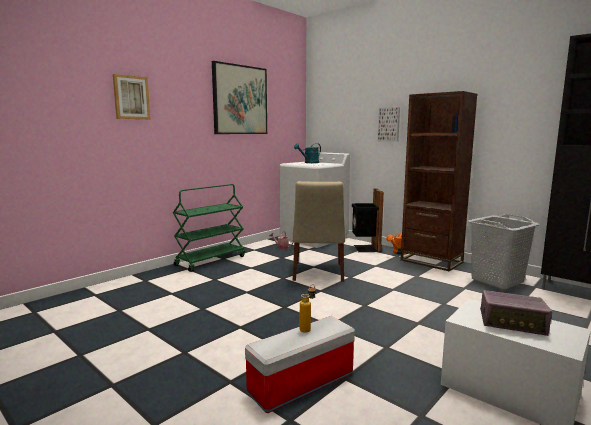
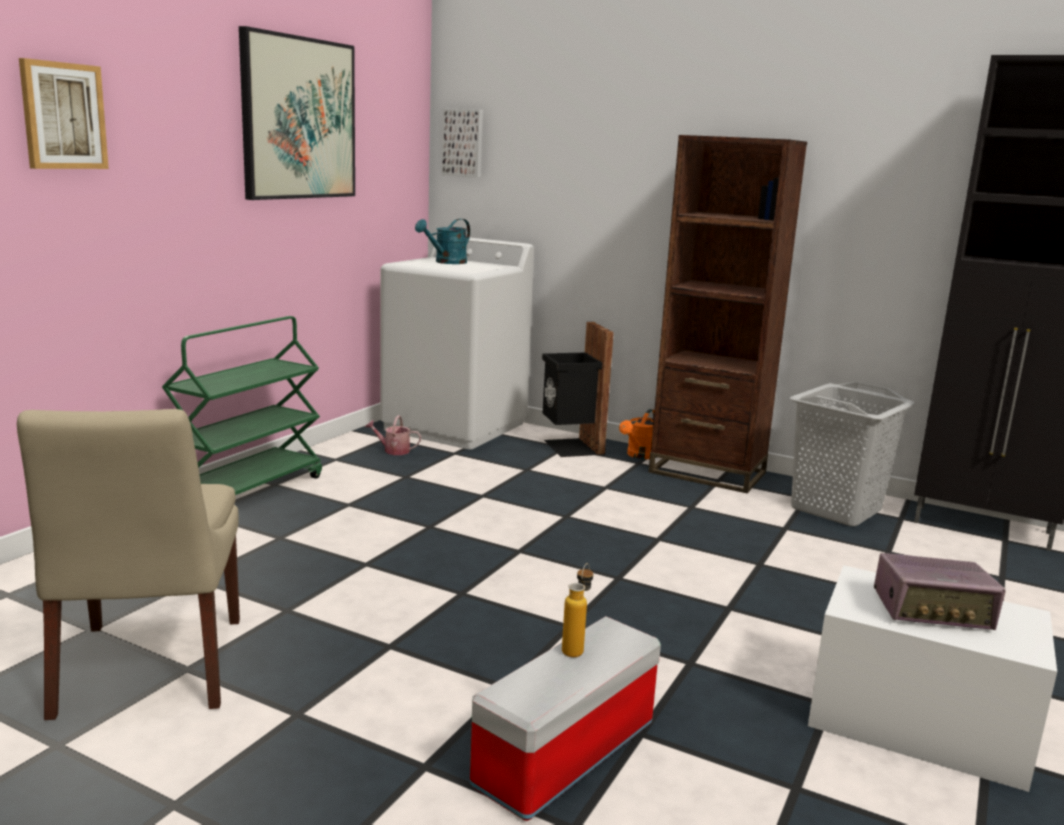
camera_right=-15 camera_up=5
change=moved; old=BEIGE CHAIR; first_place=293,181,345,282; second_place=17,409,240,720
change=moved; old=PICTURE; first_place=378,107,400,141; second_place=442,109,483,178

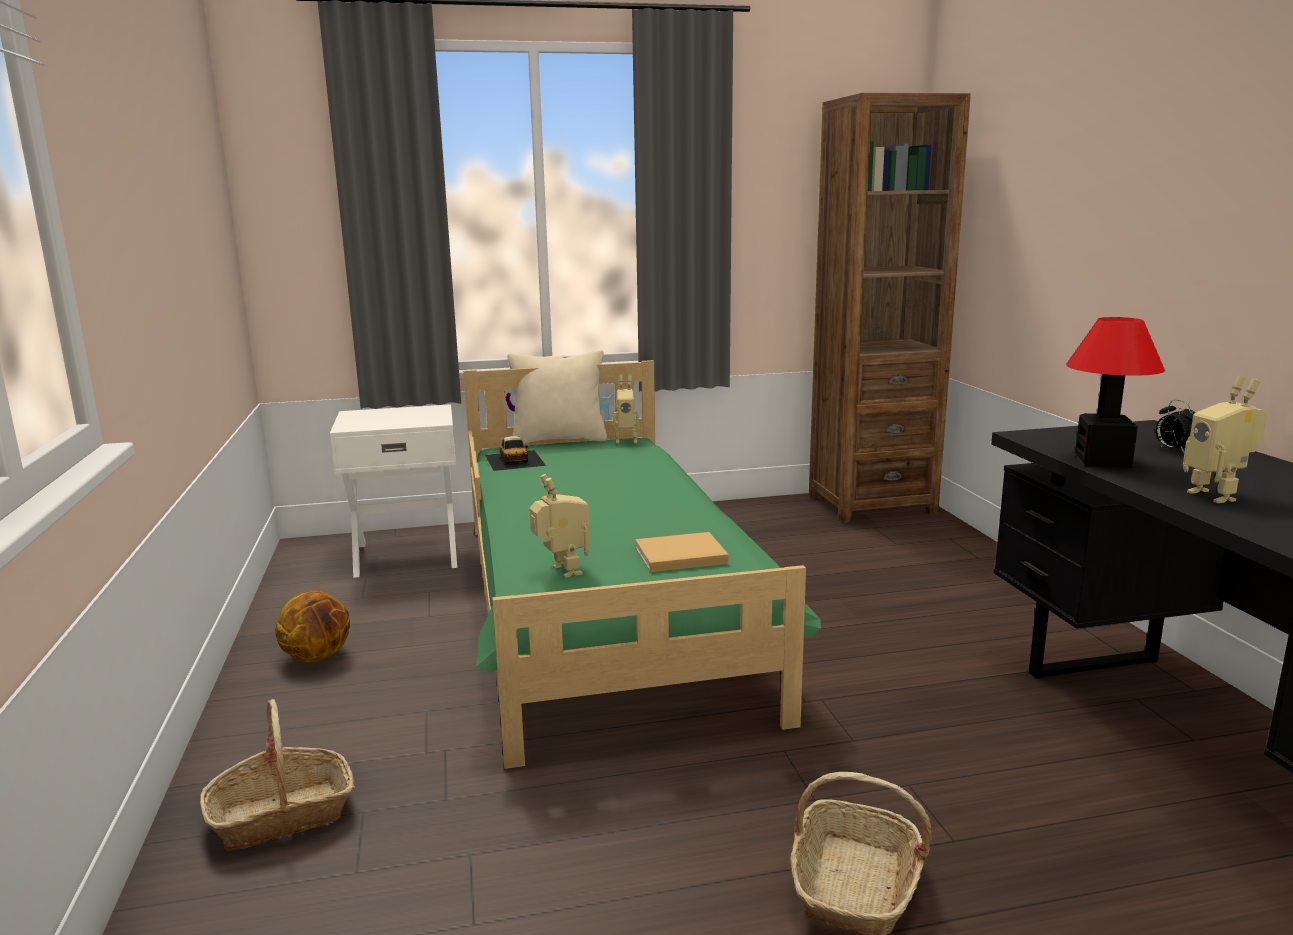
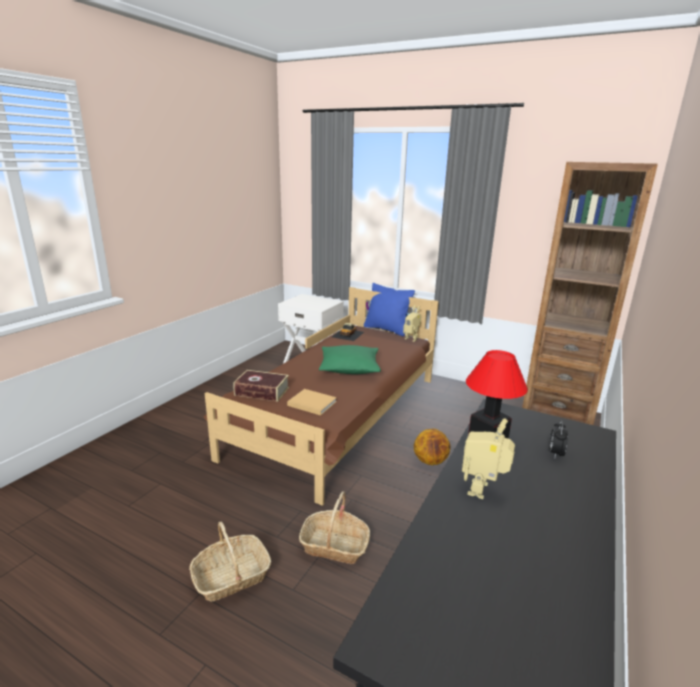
camera_right=40 camera_up=5
change=added; new=GREEN PILLOW; second_place=319,345,381,374
change=moved; old=BASKET; first_place=200,699,355,851; second_place=299,491,370,564
change=moved; old=BASKETBALL; first_place=275,591,350,662; second_place=414,428,450,465
change=replaced; old=TOY ROBOT; new=BOOK; first_place=529,474,590,578; second_place=233,370,289,402
change=recoloured; old=GREEN BED; new=BROWN BED; first_place=463,360,821,769; second_place=204,287,439,506
change=recoloured; old=BEIGE PILLOW; new=BLUE PILLOW; first_place=508,350,607,444; second_place=364,283,415,336

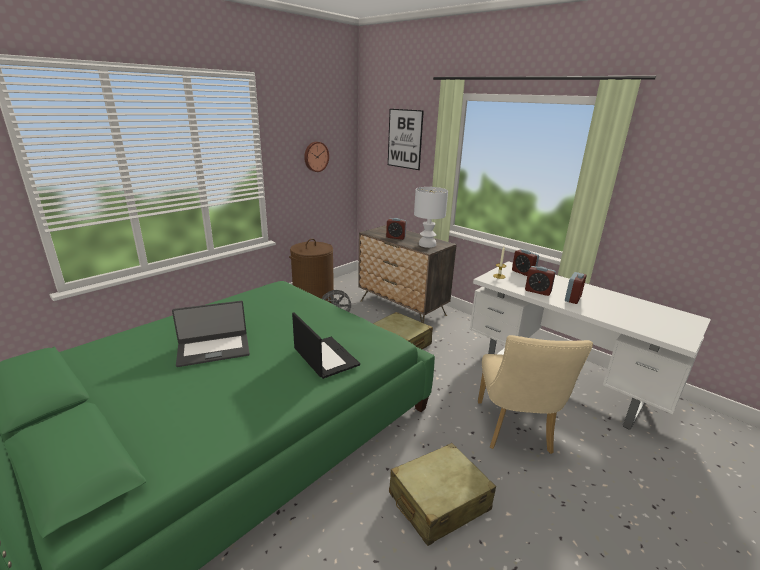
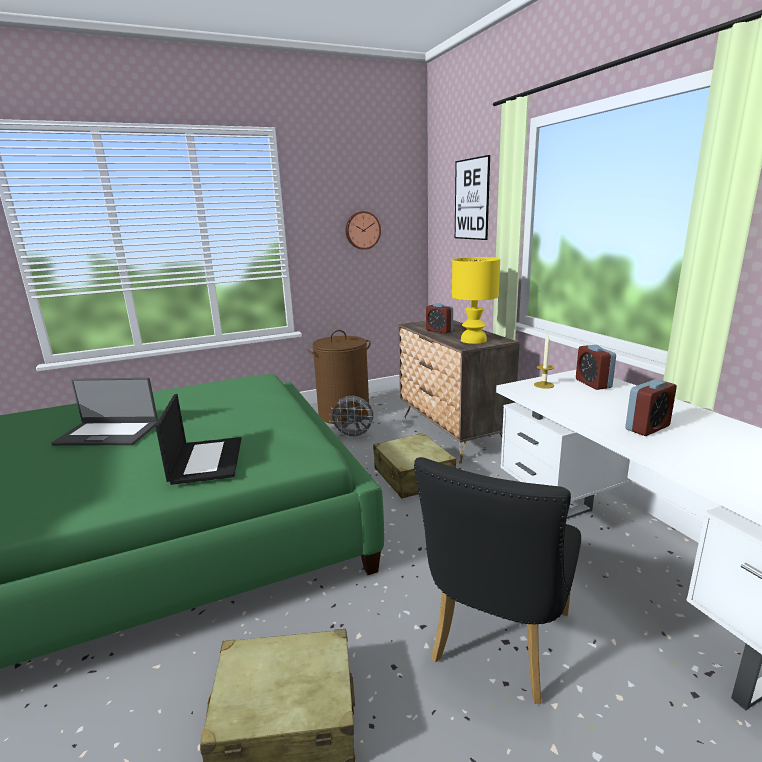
camera_right=25 camera_up=-5
change=removed; old=ALARM CLOCK; first_place=525,266,556,296
change=recoloured; old=WHITE TABLE LAMP; new=YELLOW TABLE LAMP; first_place=414,187,448,248; second_place=452,257,500,344
change=recoloured; old=BEIGE CHAIR; new=BLACK CHAIR; first_place=478,335,593,454; second_place=414,457,581,704

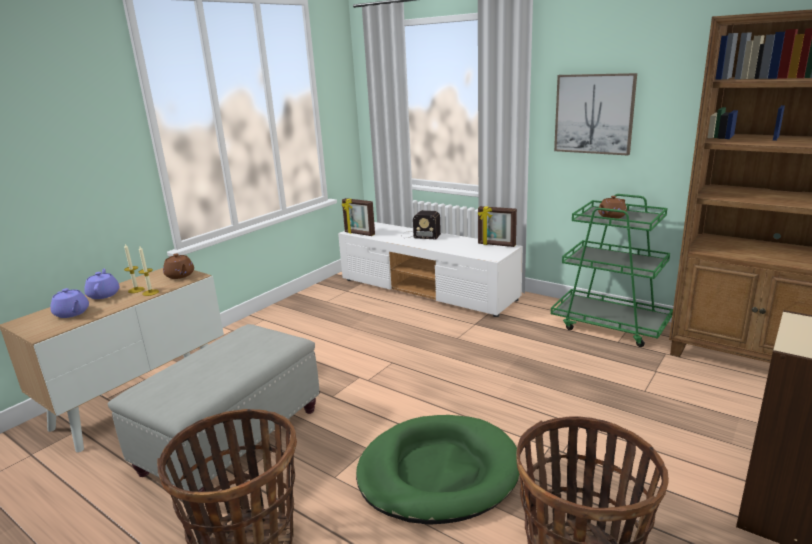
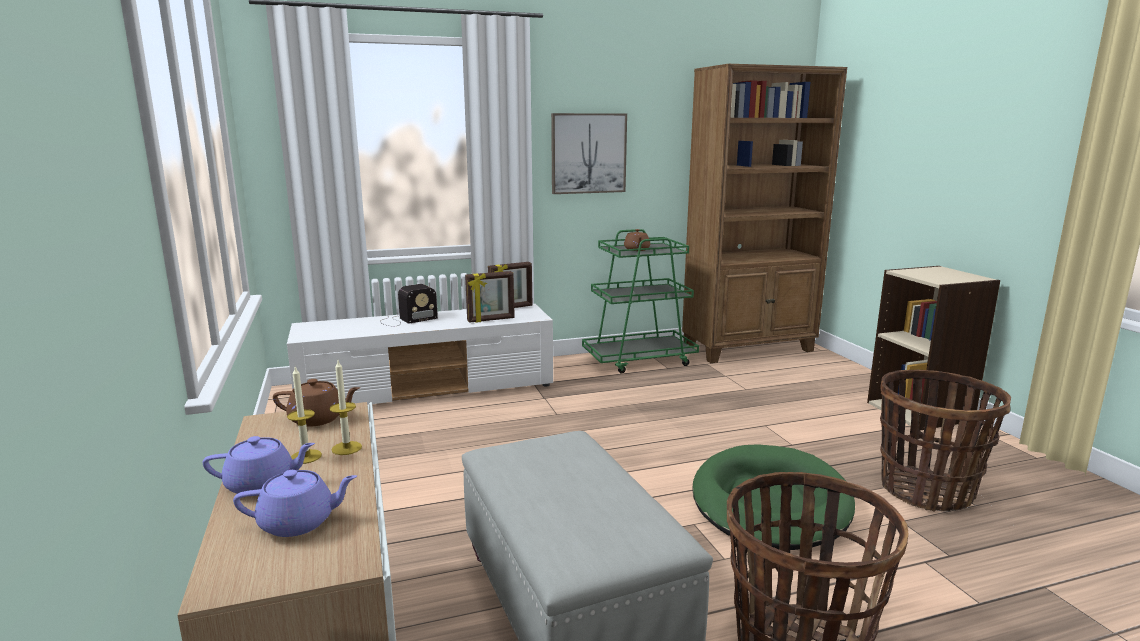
camera_right=-55 camera_up=-5
change=moved; old=PICTURE FRAME; first_place=342,198,375,236; second_place=465,271,515,323
change=turned; old=PURPLE TEAPOT; first_place=84,269,120,299; second_place=203,436,315,496; degrees=150

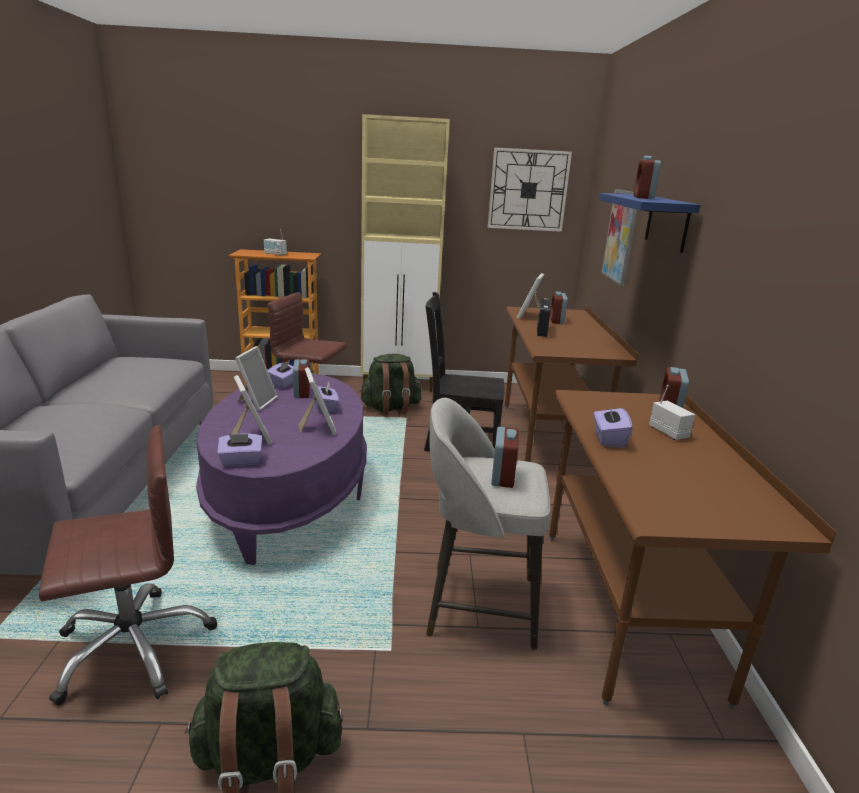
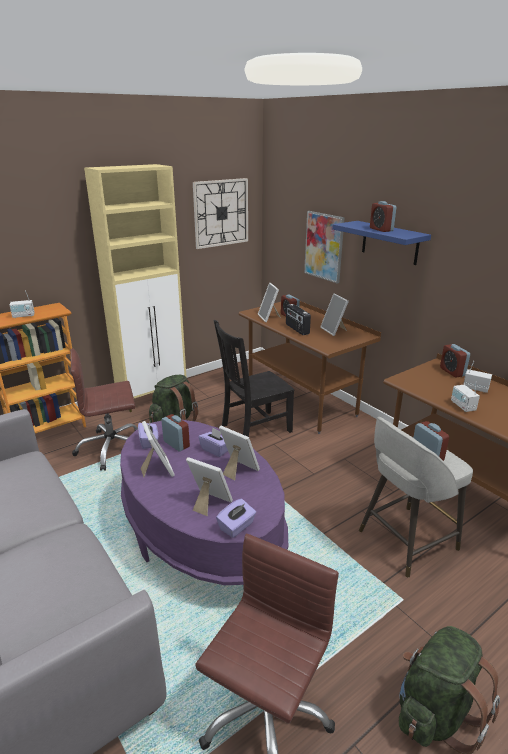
camera_right=-35 camera_up=5
change=added; new=PICTURE FRAME; second_place=320,293,349,336
change=replaced; old=PURPLE TISSUE BOX; new=RADIO; first_place=594,404,632,448; second_place=451,381,480,412

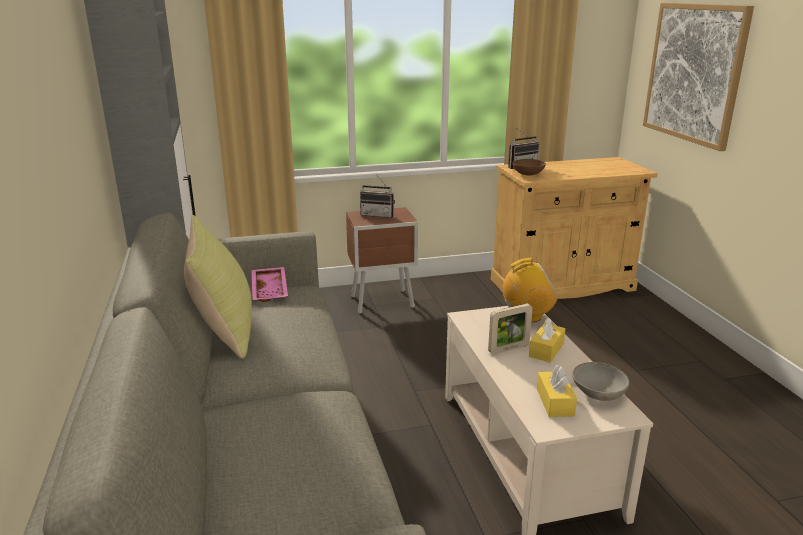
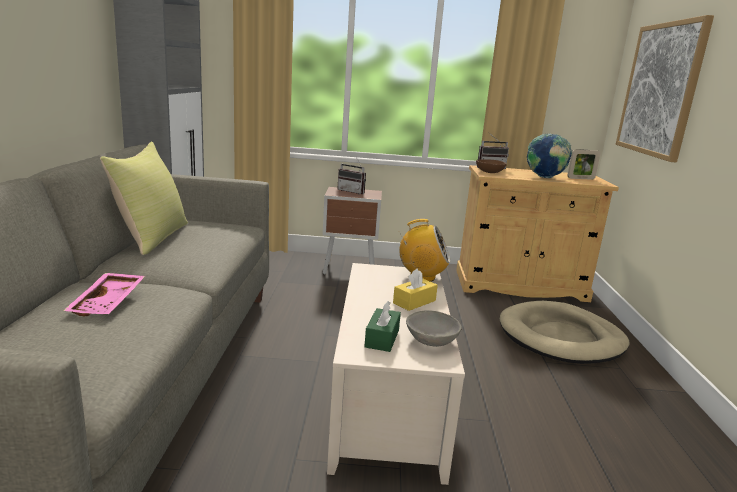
camera_right=15 camera_up=-5
change=added; new=BEIGE DOG BED; second_place=500,301,630,364
change=added; new=GLOBE; second_place=527,134,572,178
change=moved; old=PINK TRAY; first_place=251,267,288,302; second_place=63,273,145,316
change=moved; old=PICTURE FRAME; first_place=488,304,533,354; second_place=568,149,600,180
change=recoloured; old=YELLOW TISSUE BOX; new=GREEN TISSUE BOX; first_place=537,365,577,417; second_place=364,301,401,352

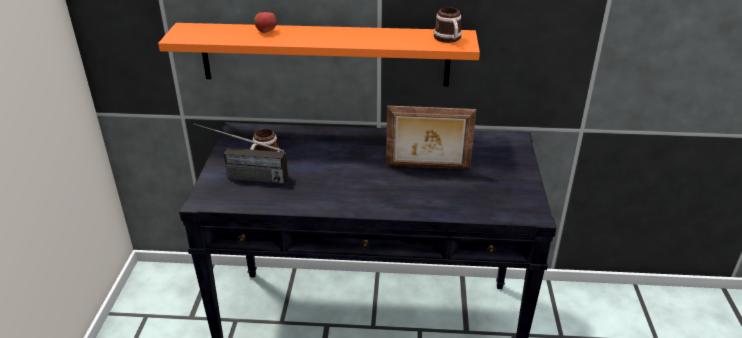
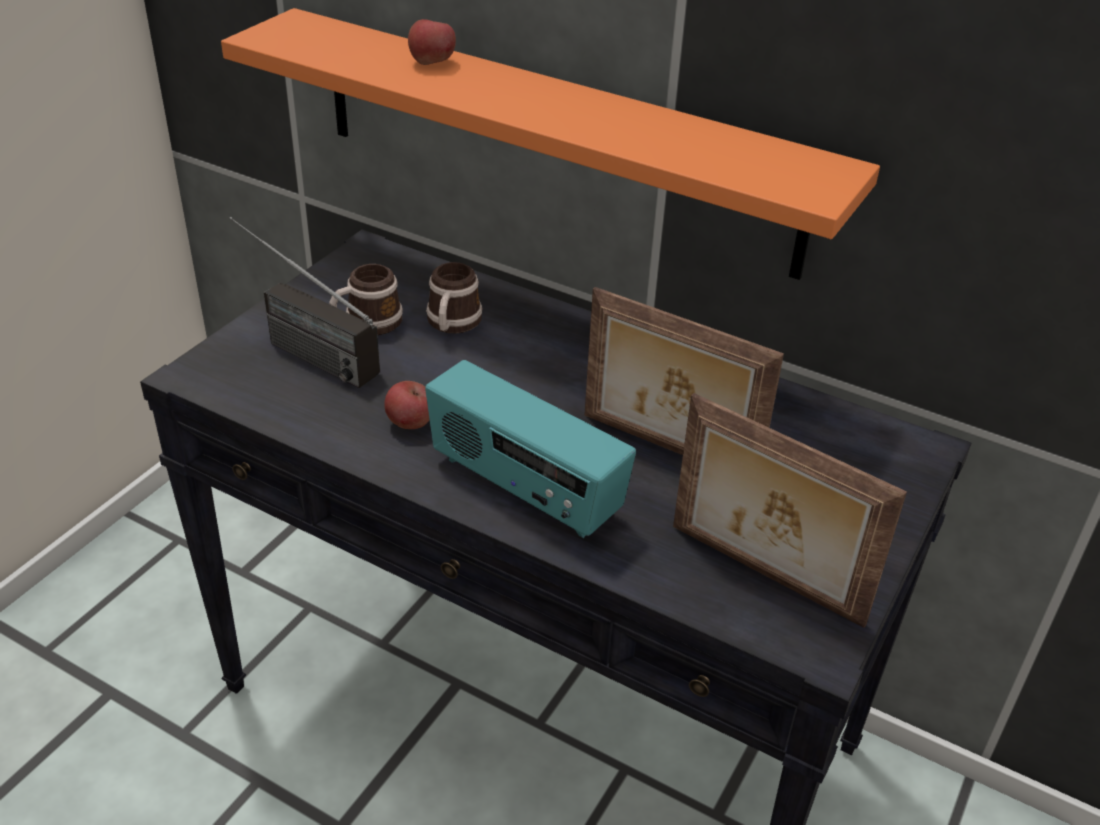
camera_right=25 camera_up=5
change=added; new=APPLE; second_place=384,381,430,429
change=added; new=RADIO; second_place=425,360,636,538
change=added; new=PICTURE FRAME; second_place=673,393,907,628
change=moved; old=MUG; first_place=434,7,462,43; second_place=426,262,482,334

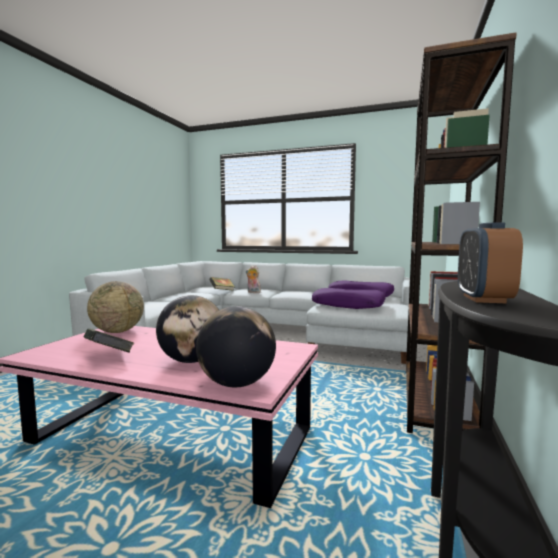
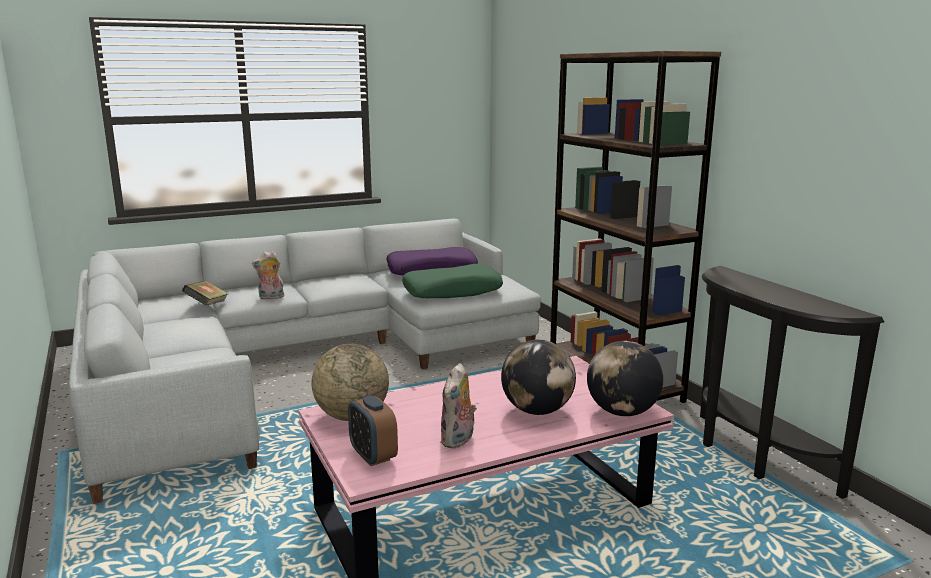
camera_right=-45 camera_up=10
change=moved; old=ALARM CLOCK; first_place=458,222,523,303; second_place=348,395,398,466
change=replaced; old=BOOK; new=PLUSH TOY; first_place=83,328,134,353; second_place=440,363,477,449
change=recoloured; old=PURPLE PILLOW; new=GREEN PILLOW; first_place=312,288,386,309; second_place=402,264,503,298

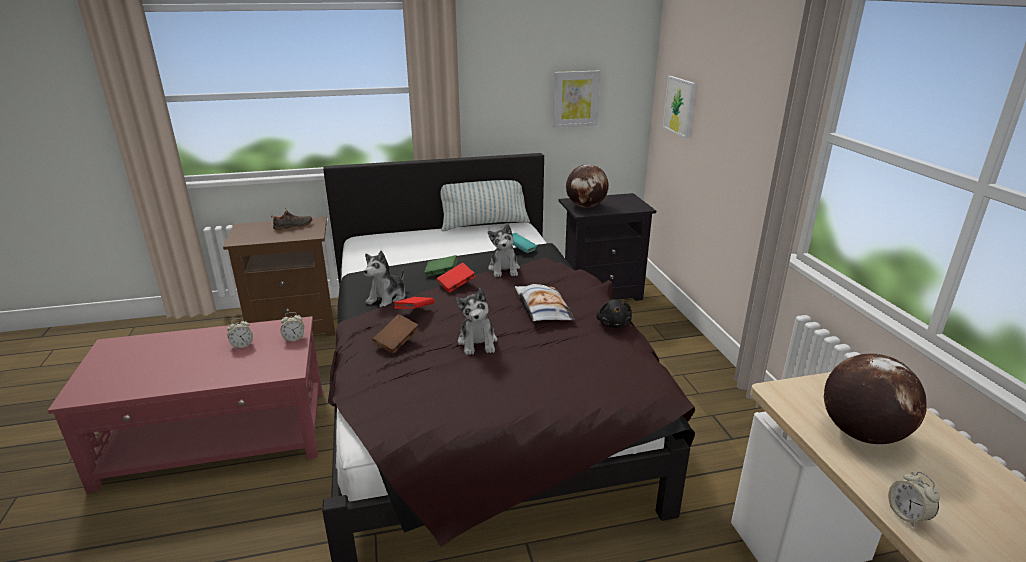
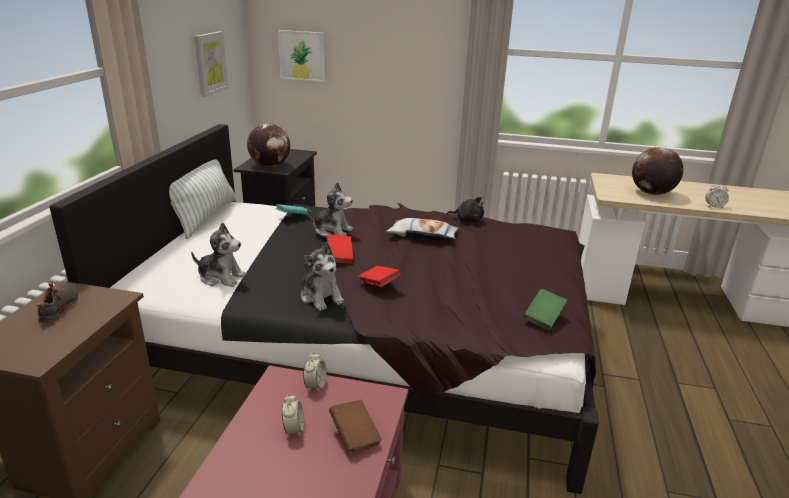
camera_right=-65 camera_up=0
change=moved; old=BROWN BOOK; first_place=373,314,419,353; second_place=329,400,382,454
change=moved; old=GREEN BOOK; first_place=424,255,458,277; second_place=523,289,567,330
change=moved; old=PLUSH TOY; first_place=456,288,498,355; second_place=191,222,247,287

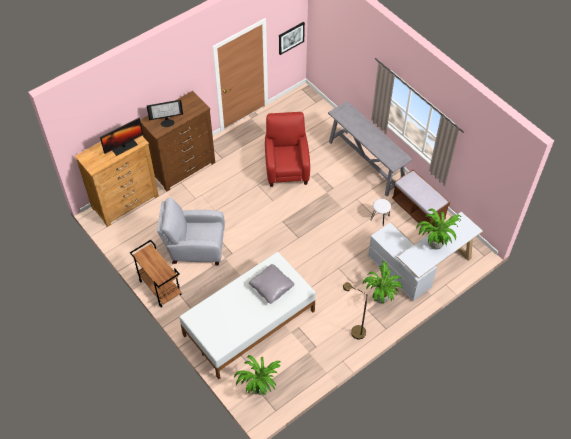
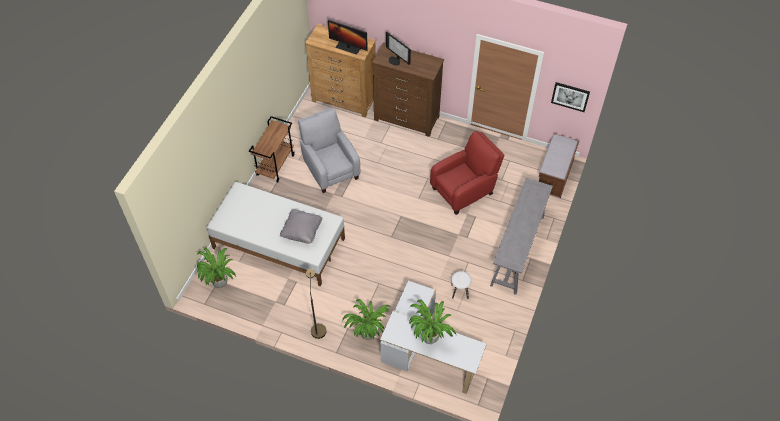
camera_right=60 camera_up=0
change=moved; old=BROWN BENCH; first_place=392,170,450,227; second_place=539,134,579,198

